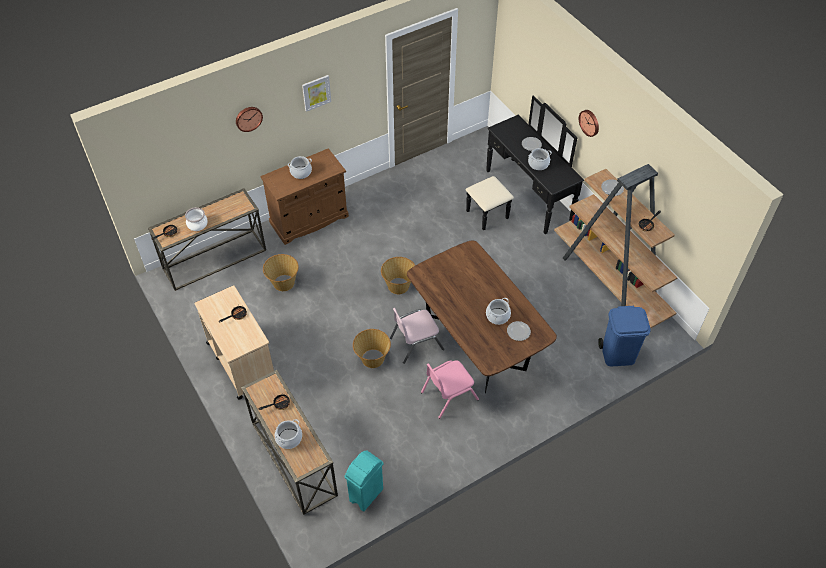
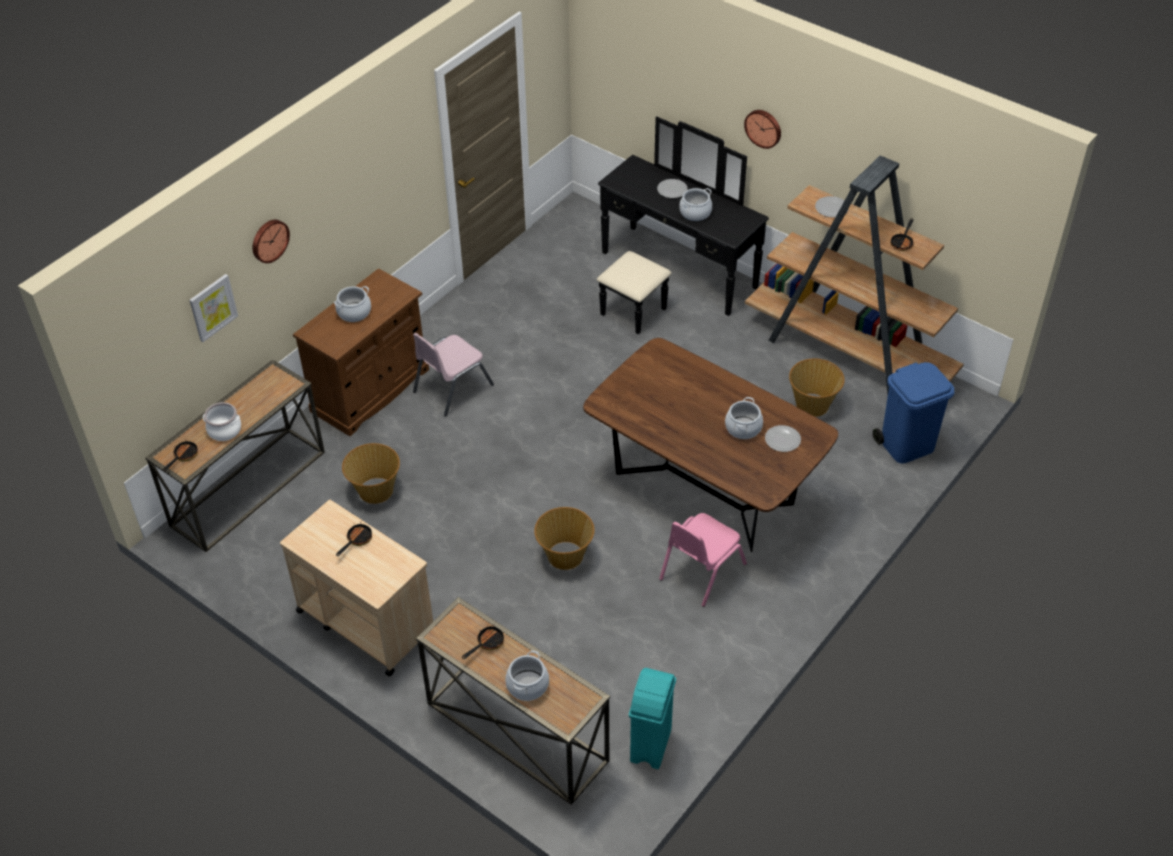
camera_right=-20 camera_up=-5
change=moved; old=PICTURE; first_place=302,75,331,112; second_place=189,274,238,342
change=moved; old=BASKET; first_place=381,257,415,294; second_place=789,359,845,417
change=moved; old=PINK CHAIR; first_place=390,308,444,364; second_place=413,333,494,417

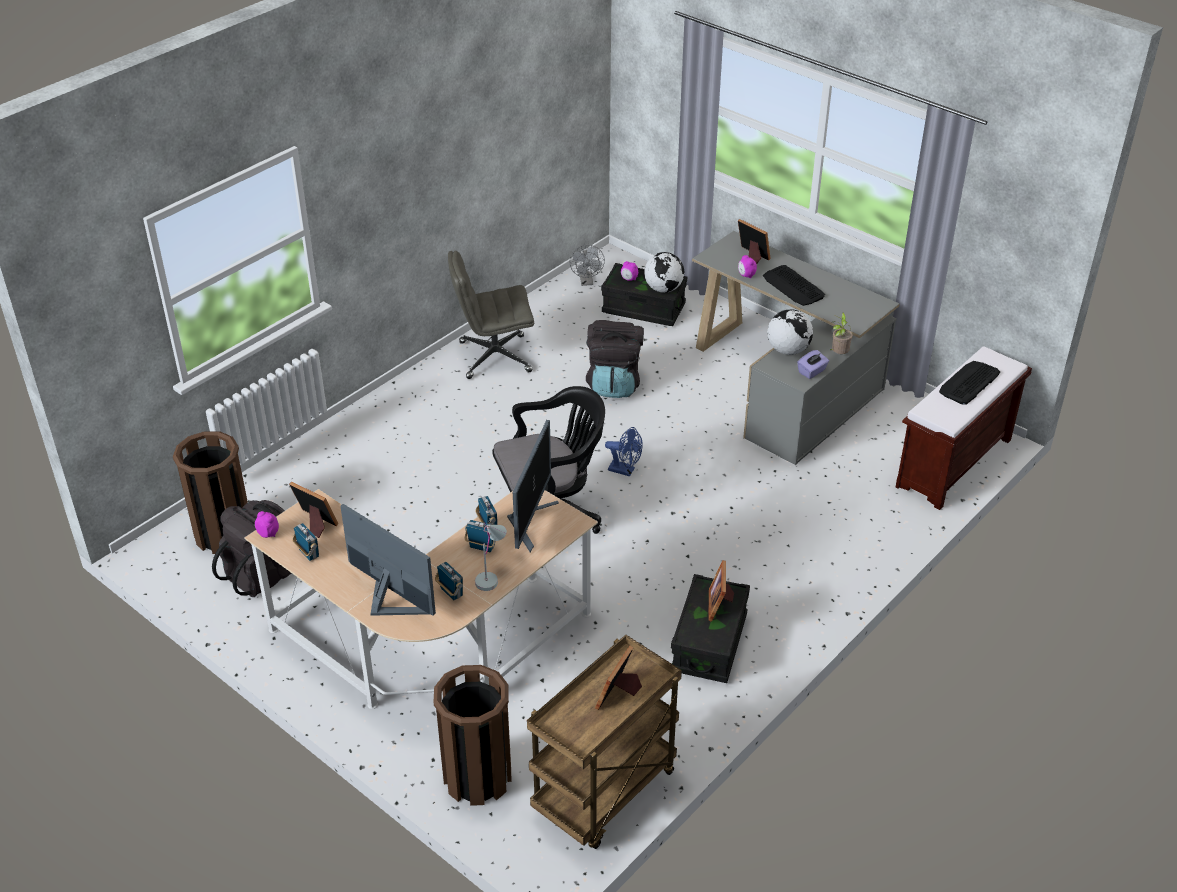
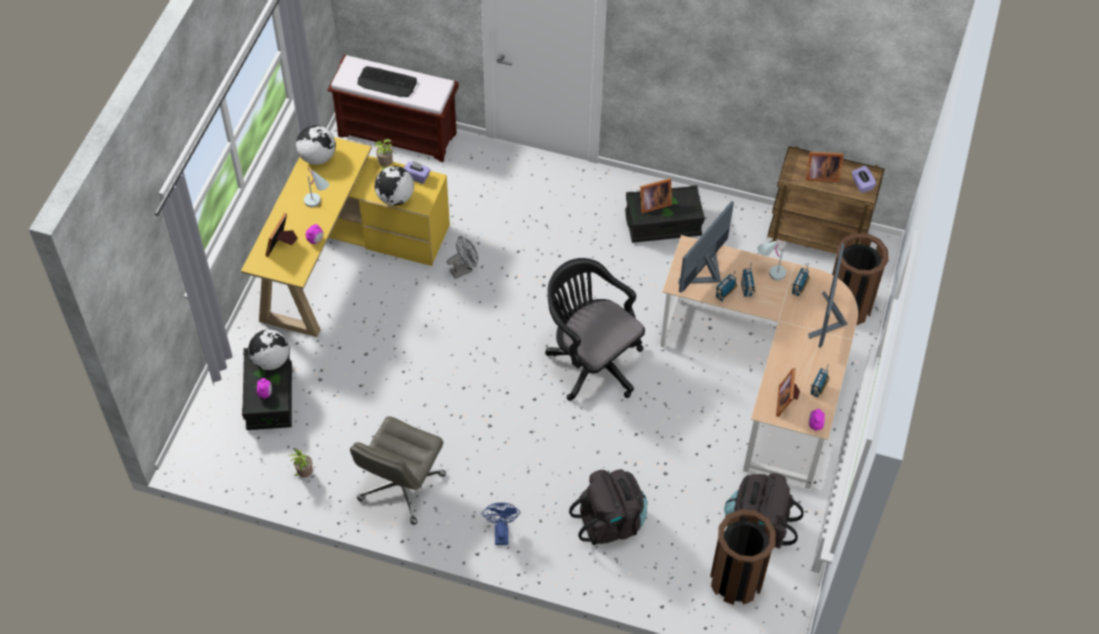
camera_right=-115 camera_up=15
change=added; new=POTTED PLANT; second_place=288,448,313,477
change=added; new=GLOBE; second_place=296,125,336,165
change=added; new=PURPLE TISSUE BOX; second_place=852,166,876,193
change=moved; old=GREY FAN; first_place=569,245,605,286; second_place=447,237,478,279
change=moved; old=BLACK BACKPACK; first_place=586,320,644,398; second_place=569,469,648,545
change=moved; old=BLUE FAN; first_place=605,427,643,477; second_place=481,503,521,545
change=replaced; old=KEYBOARD; new=WHITE TABLE LAMP; first_place=763,265,825,306; second_place=304,168,329,207
change=recoloured; old=GREY DESK; new=YELLOW DESK; first_place=692,231,900,465; second_place=241,137,450,337
change=turned; old=GREY OFFICE CHAIR; first_place=448,250,534,379; second_place=350,416,446,525; degrees=60
change=turned; old=MONITOR; first_place=507,420,559,552; second_place=678,201,734,293; degrees=-45

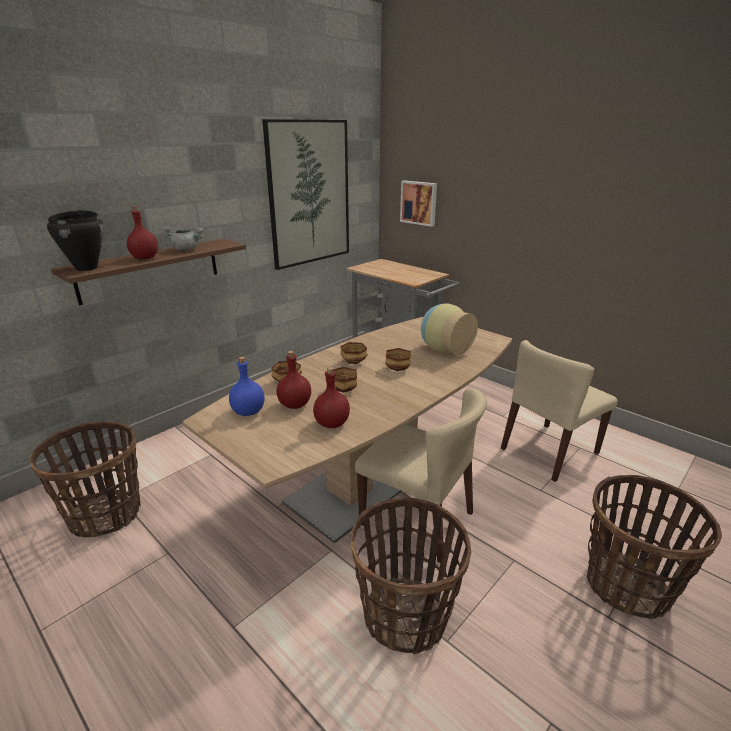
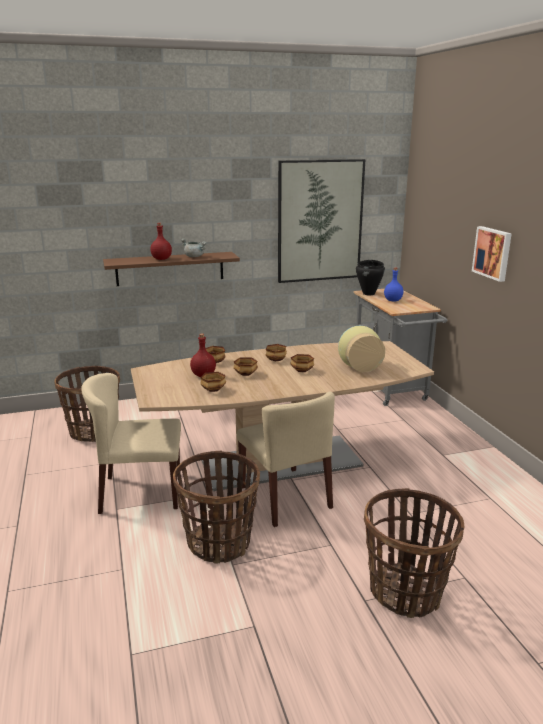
camera_right=30 camera_up=-5
change=moved; old=BLACK COOKING POT; first_place=47,210,103,271; second_place=356,260,385,295
change=moved; old=BLUE BOTTLE; first_place=229,357,264,416; second_place=384,268,403,301
change=moved; old=PICTURE; first_place=400,180,437,227; second_place=472,226,512,282
change=moved; old=BEIGE CHAIR; first_place=501,340,618,482; second_place=81,373,181,514
change=replaced; old=RED BOTTLE; new=BOWL; first_place=313,367,350,428; second_place=200,372,226,392

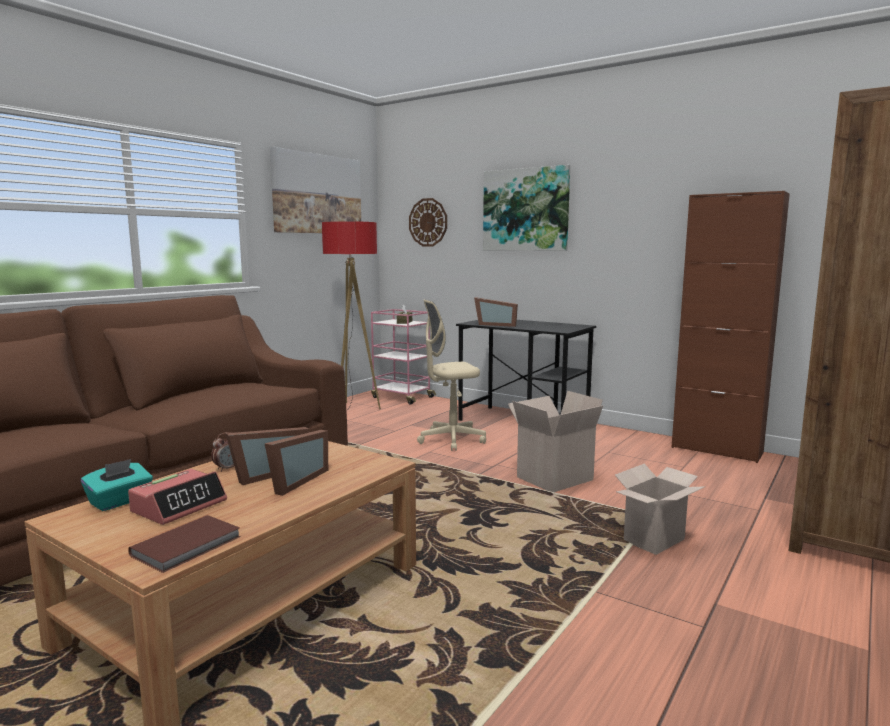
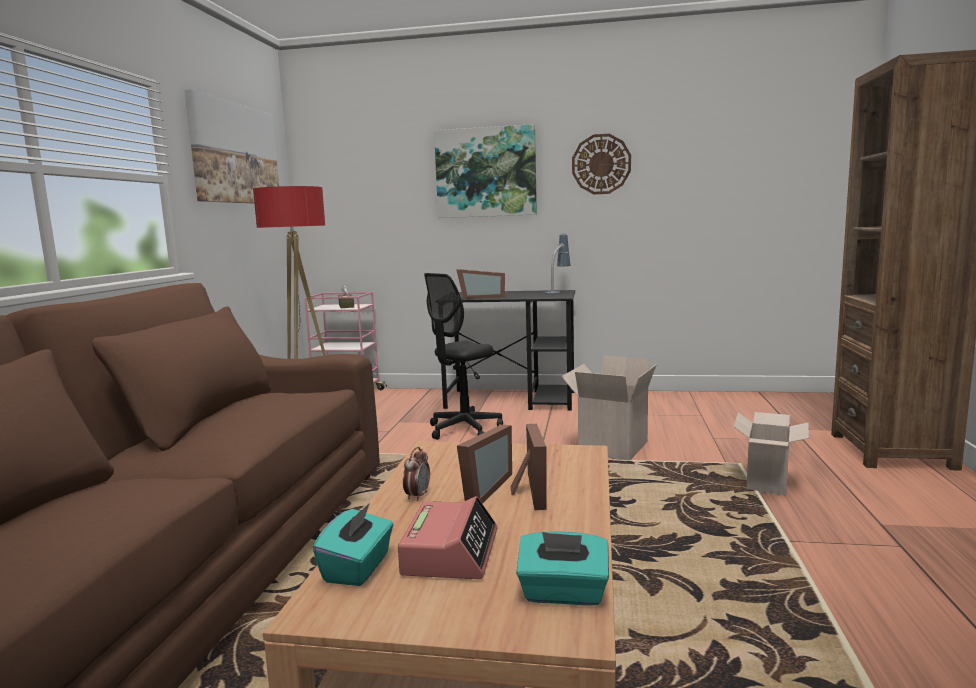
camera_right=-25 camera_up=0
change=removed; old=BROWN CABINET; first_place=671,191,790,463
change=added; new=TABLE LAMP; second_place=545,233,570,295
change=moved; old=WALL CLOCK; first_place=409,198,447,246; second_place=572,134,631,194
change=replaced; old=BROWN BOOK; new=TURQUOISE TISSUE BOX; first_place=128,515,241,573; second_place=516,531,609,606
change=recoloured; old=BEIGE OFFICE CHAIR; new=BLACK OFFICE CHAIR; first_place=417,300,486,451; second_place=424,273,503,440

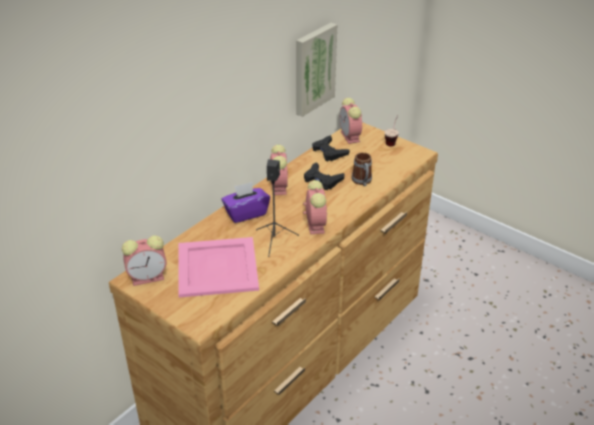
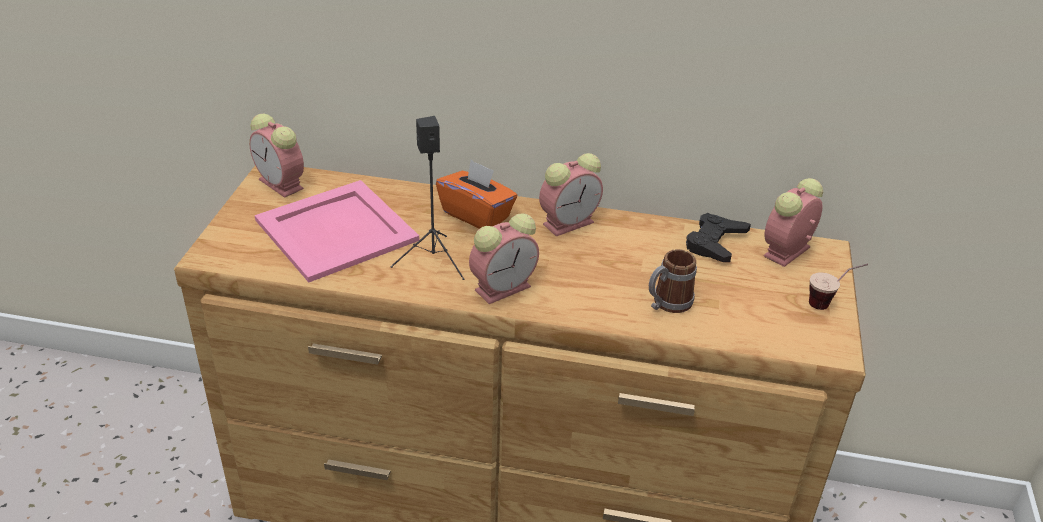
camera_right=60 camera_up=0
change=removed; old=PICTURE; first_place=296,23,337,117
change=removed; old=BLACK GAME CONTROLLER; first_place=304,162,344,190
change=recoloured; old=PURPLE TISSUE BOX; new=ORANGE TISSUE BOX; first_place=221,182,270,223; second_place=436,160,517,229

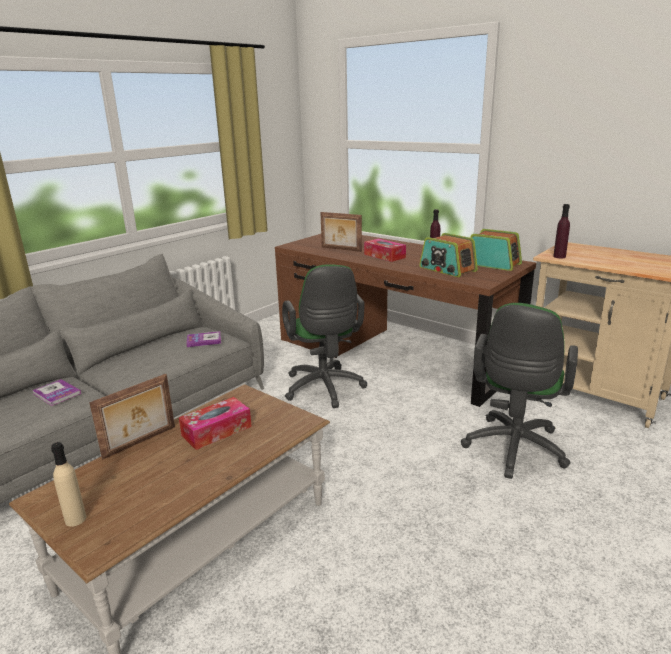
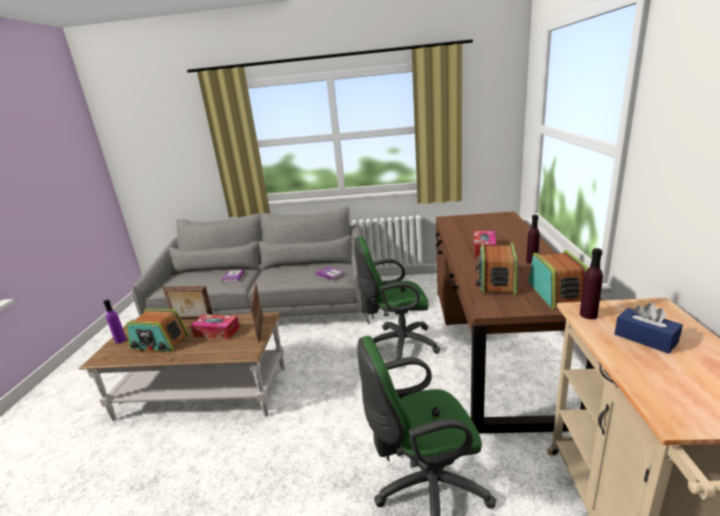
camera_right=55 camera_up=0
change=added; new=RADIO; second_place=126,308,189,351
change=added; new=BLUE TISSUE BOX; second_place=615,303,683,354
change=moved; old=PICTURE FRAME; first_place=320,212,362,252; second_place=250,283,263,342
change=recoloured; old=BEIGE BOTTLE; new=PURPLE BOTTLE; first_place=51,442,87,527; second_place=103,300,126,344
change=turned; old=GREEN OFFICE CHAIR; first_place=282,264,367,408; second_place=354,236,441,360; degrees=45

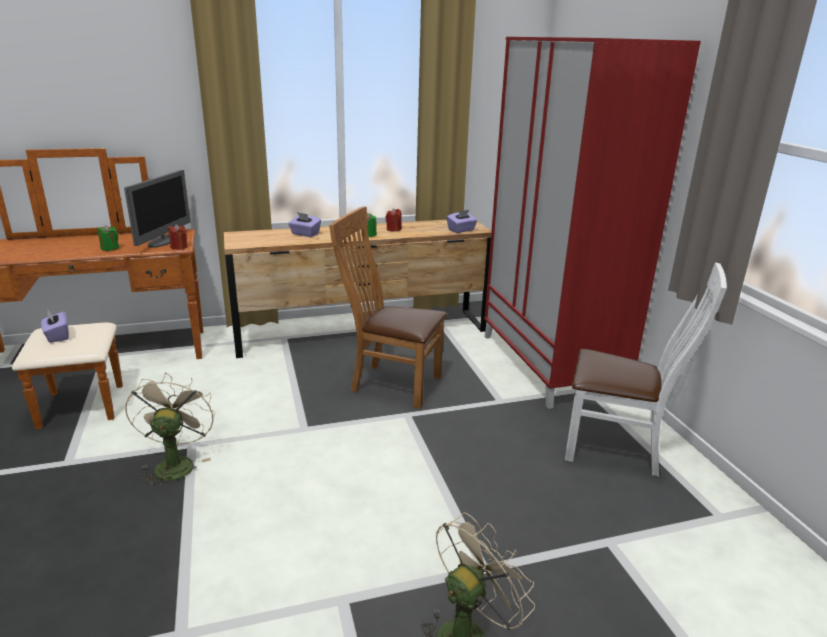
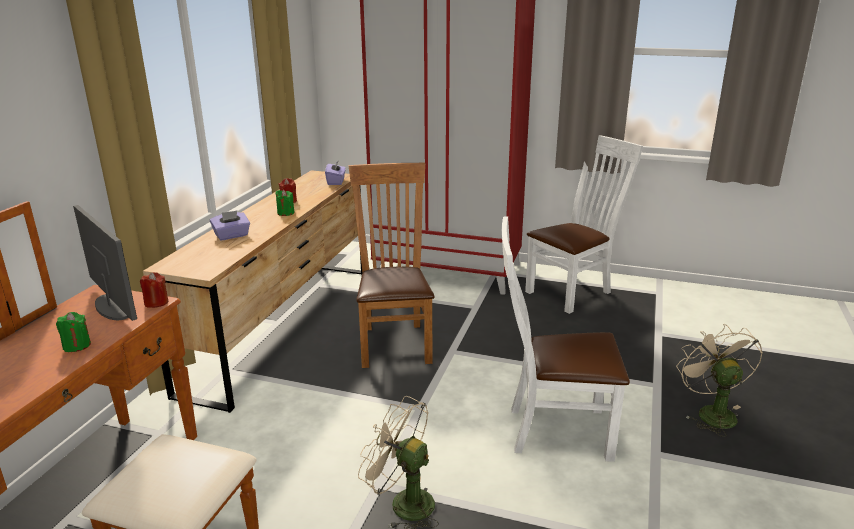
camera_right=-55 camera_up=0
change=removed; old=PURPLE TISSUE BOX; first_place=41,310,69,343
change=added; new=WHITE CHAIR; second_place=502,216,630,462
change=turned; old=BROWN CHAIR; first_place=329,206,447,409; second_place=349,163,435,368; degrees=120

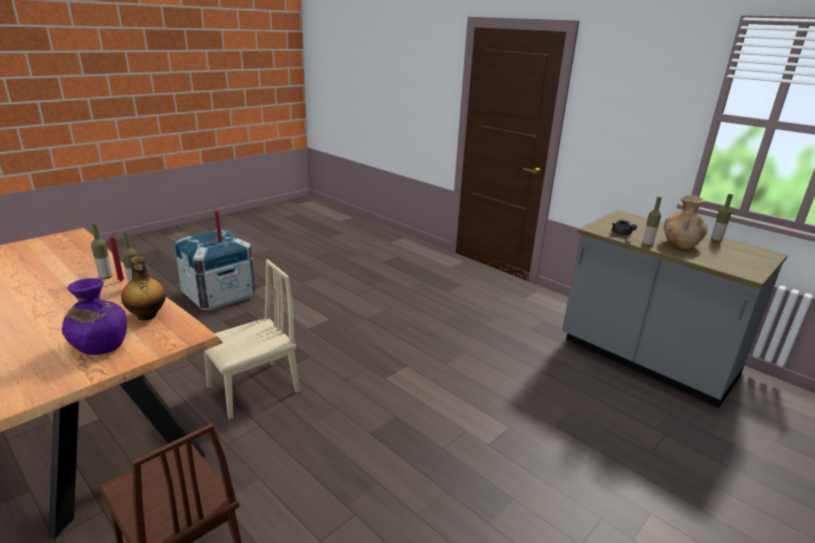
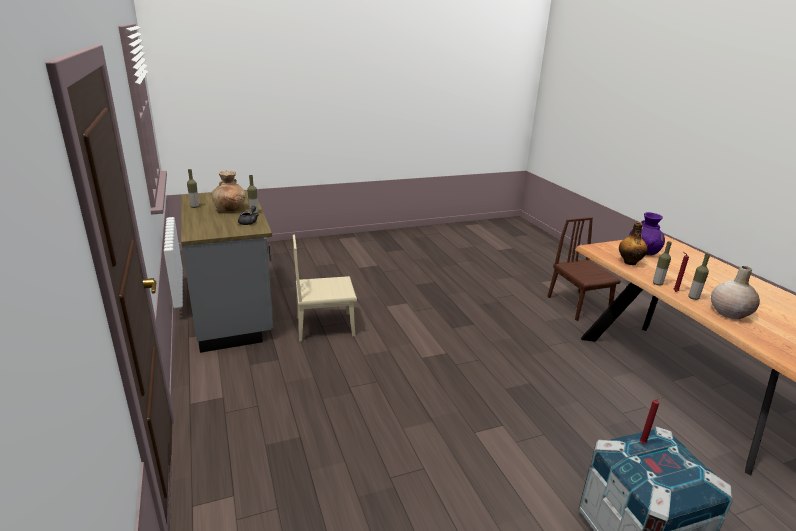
camera_right=-155 camera_up=0
change=added; new=BEIGE VASE; second_place=711,266,760,319
change=moved; old=BEIGE CHAIR; first_place=204,260,300,420; second_place=293,235,357,342

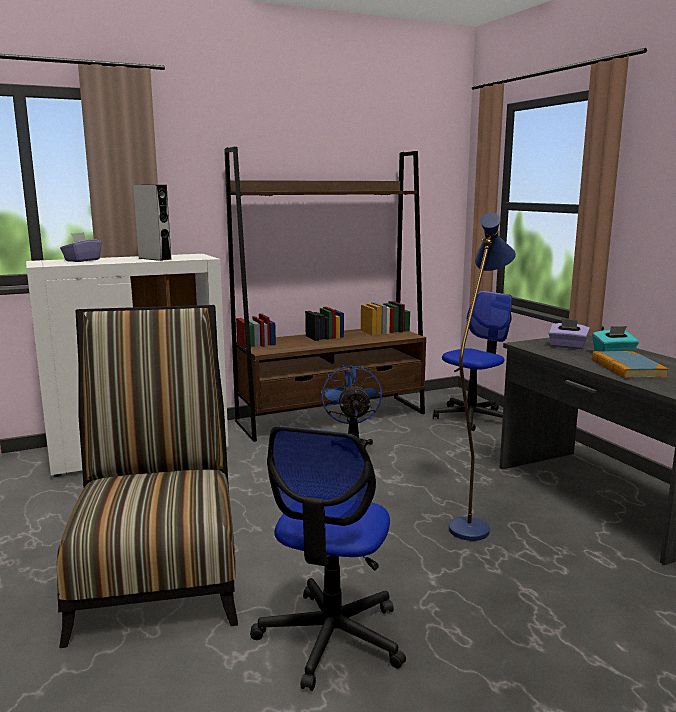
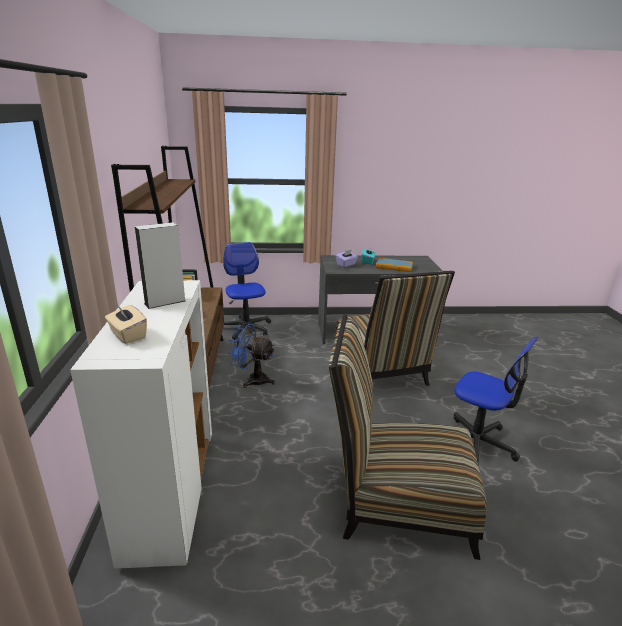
camera_right=-70 camera_up=10
change=replaced; old=BLUE FLOOR LAMP; new=CHAIR; first_place=449,213,516,541; second_place=335,271,455,386
change=recoloured; old=PURPLE TISSUE BOX; new=BEIGE TISSUE BOX; first_place=60,232,102,262; second_place=105,305,147,344

